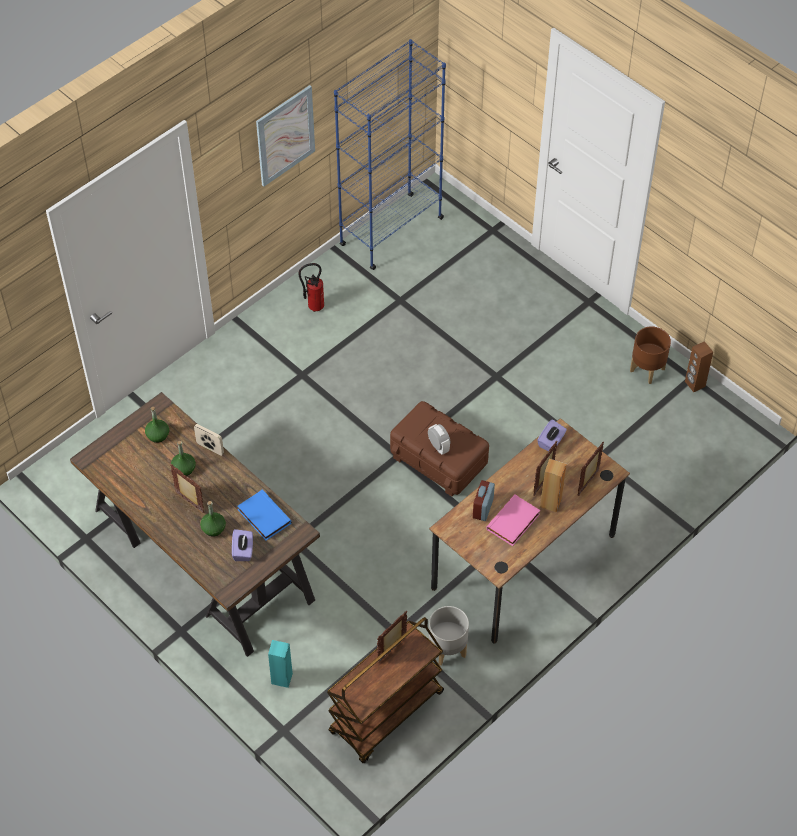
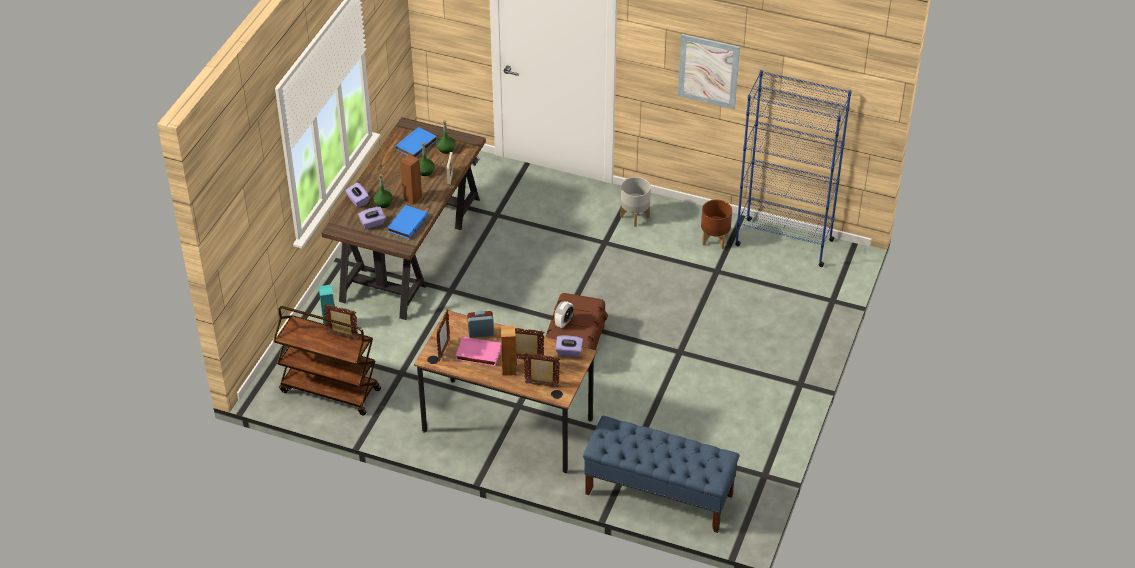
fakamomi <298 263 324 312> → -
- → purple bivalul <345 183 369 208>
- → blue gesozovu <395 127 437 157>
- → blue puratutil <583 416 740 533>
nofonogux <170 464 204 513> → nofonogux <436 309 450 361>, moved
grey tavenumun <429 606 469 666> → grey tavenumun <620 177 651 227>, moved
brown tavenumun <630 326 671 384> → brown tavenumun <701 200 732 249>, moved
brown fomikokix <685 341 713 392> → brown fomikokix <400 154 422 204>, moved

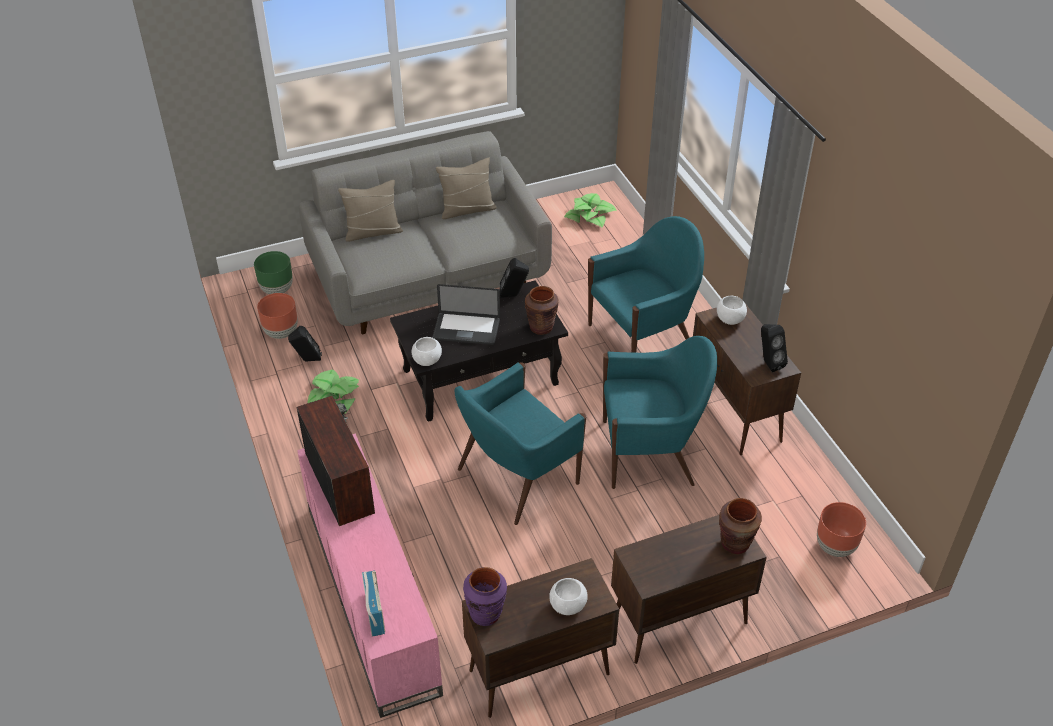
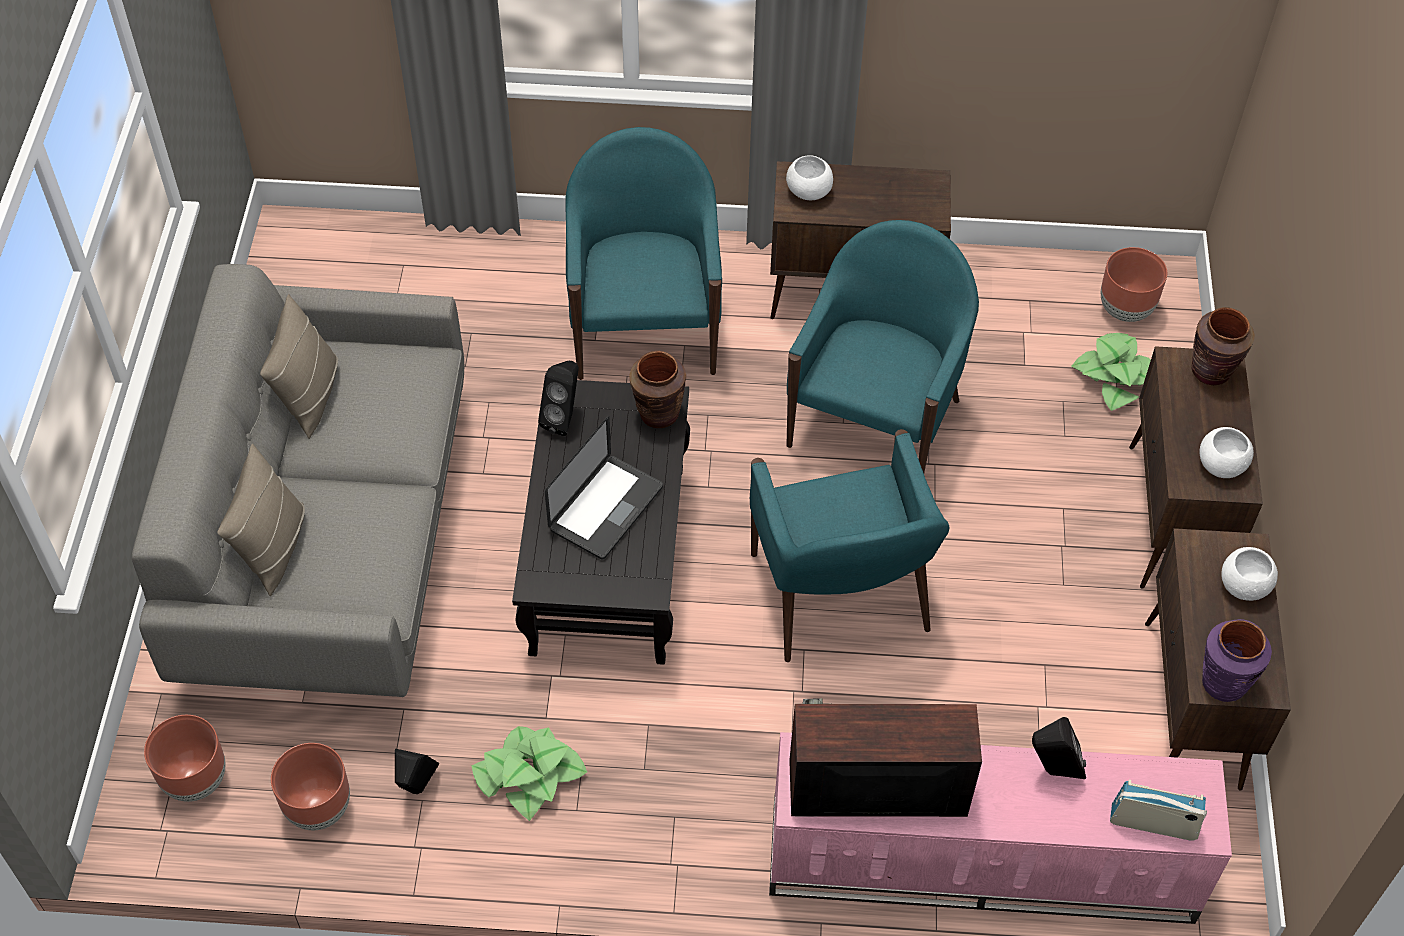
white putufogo <411 337 442 366> → white putufogo <1200 427 1254 478>, moved
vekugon <564 193 617 227> → vekugon <1071 333 1151 411>, moved
black fomikokix <761 324 788 372> → black fomikokix <1032 717 1086 779>, moved
green tavenumun <254 251 293 294> → brown tavenumun <144 715 225 802>

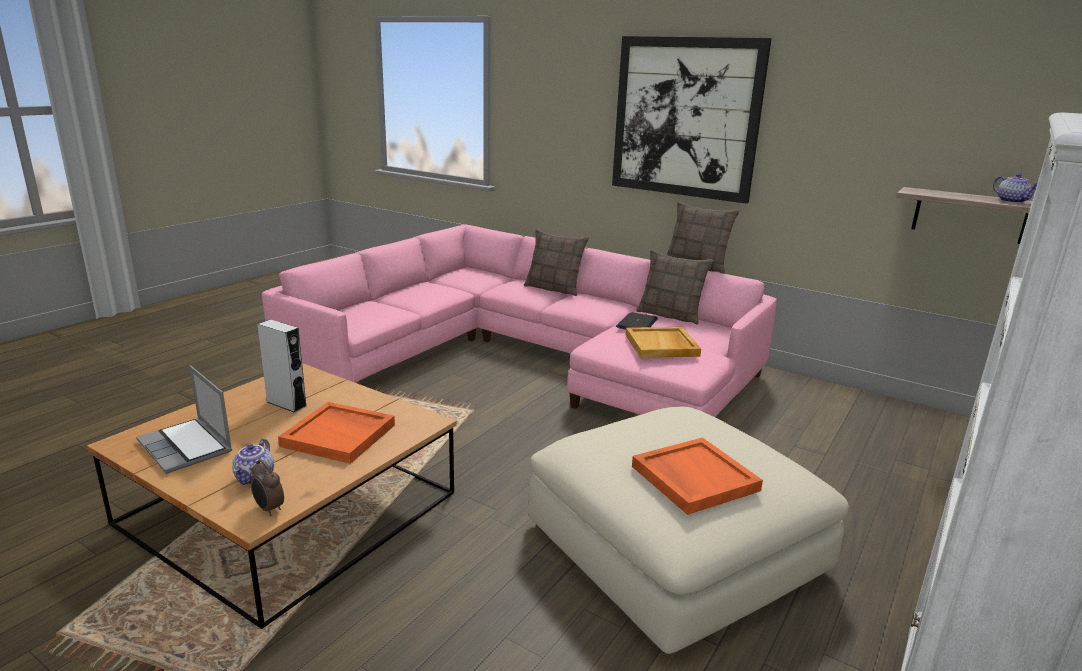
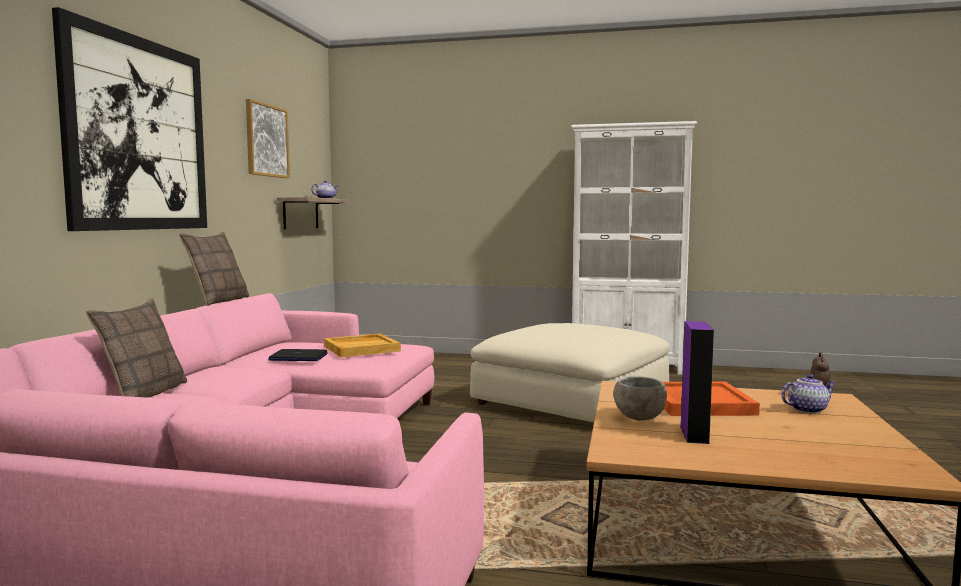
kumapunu <136 365 232 474> → -
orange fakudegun <632 437 763 515> → -
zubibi <636 249 713 324> → -
- → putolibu <246 99 290 178>
- → grey putufogo <613 376 667 421>
grey fomikokix <257 320 307 413> → purple fomikokix <680 321 714 444>

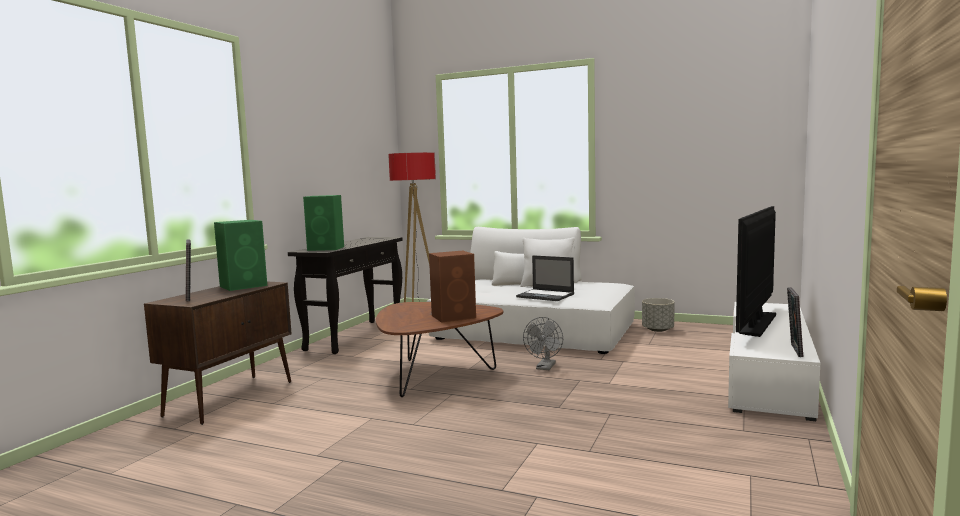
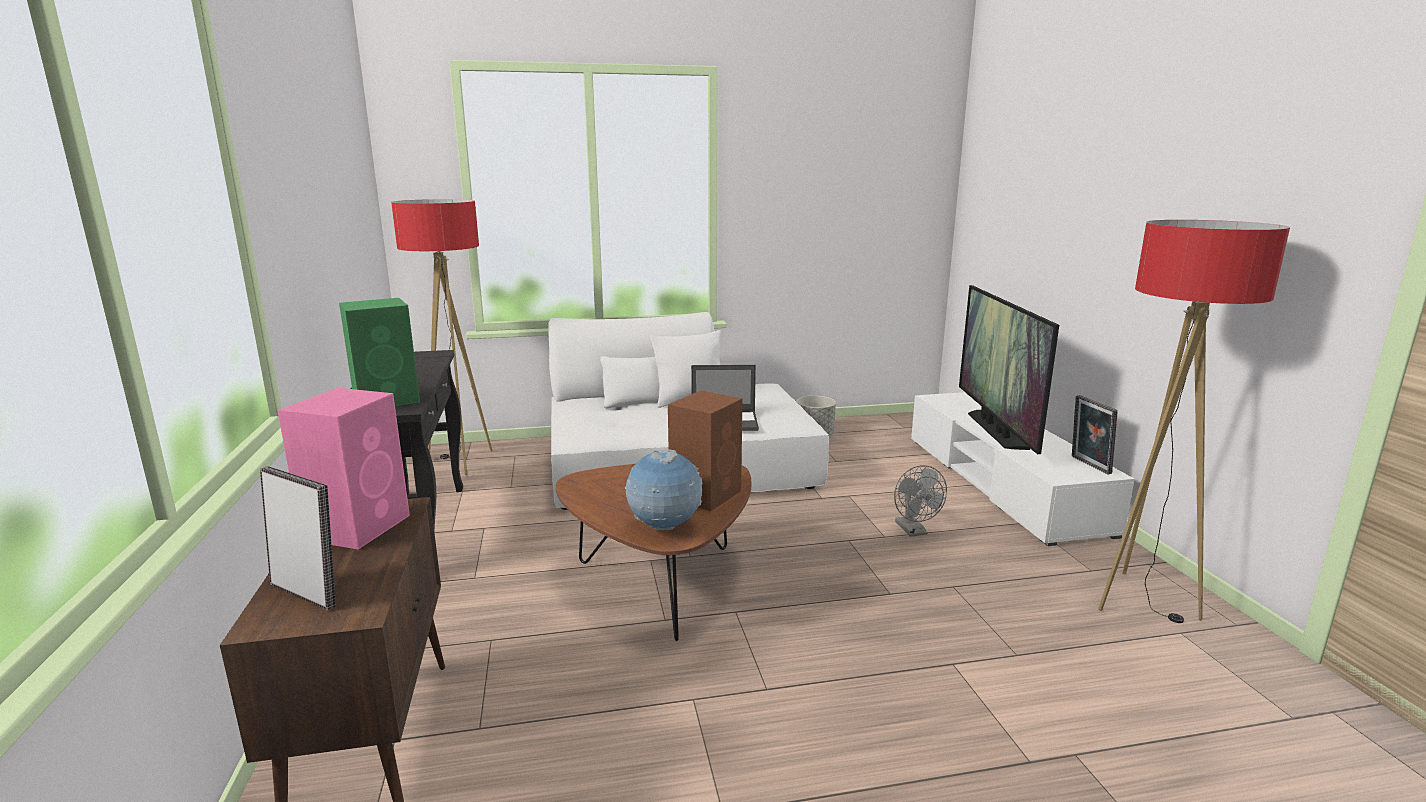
- → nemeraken <625 449 703 530>
- → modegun <1098 220 1290 623>
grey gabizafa <523 317 563 370> → grey gabizafa <894 465 947 537>, moved
green fomikokix <214 220 267 291> → pink fomikokix <278 388 410 550>

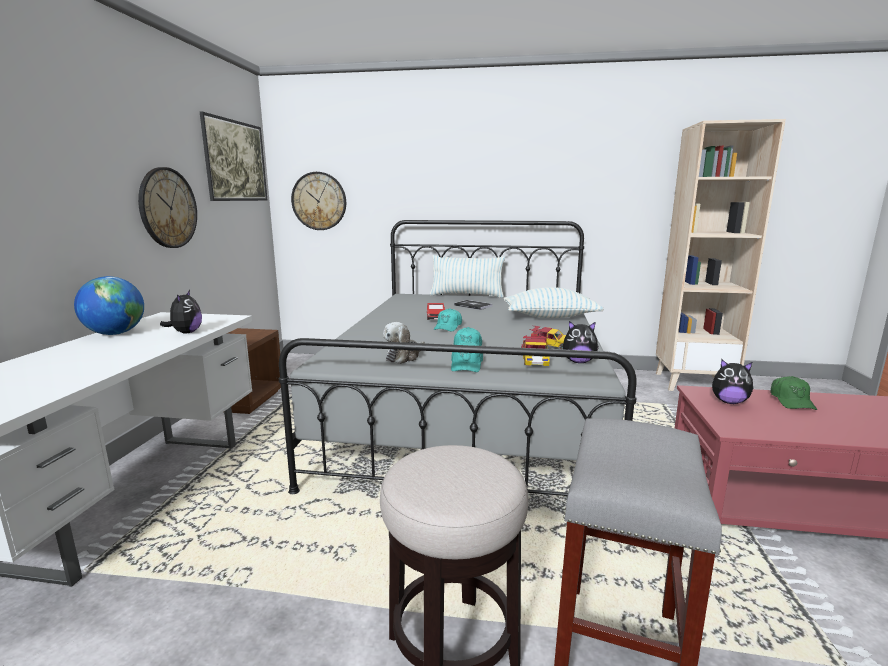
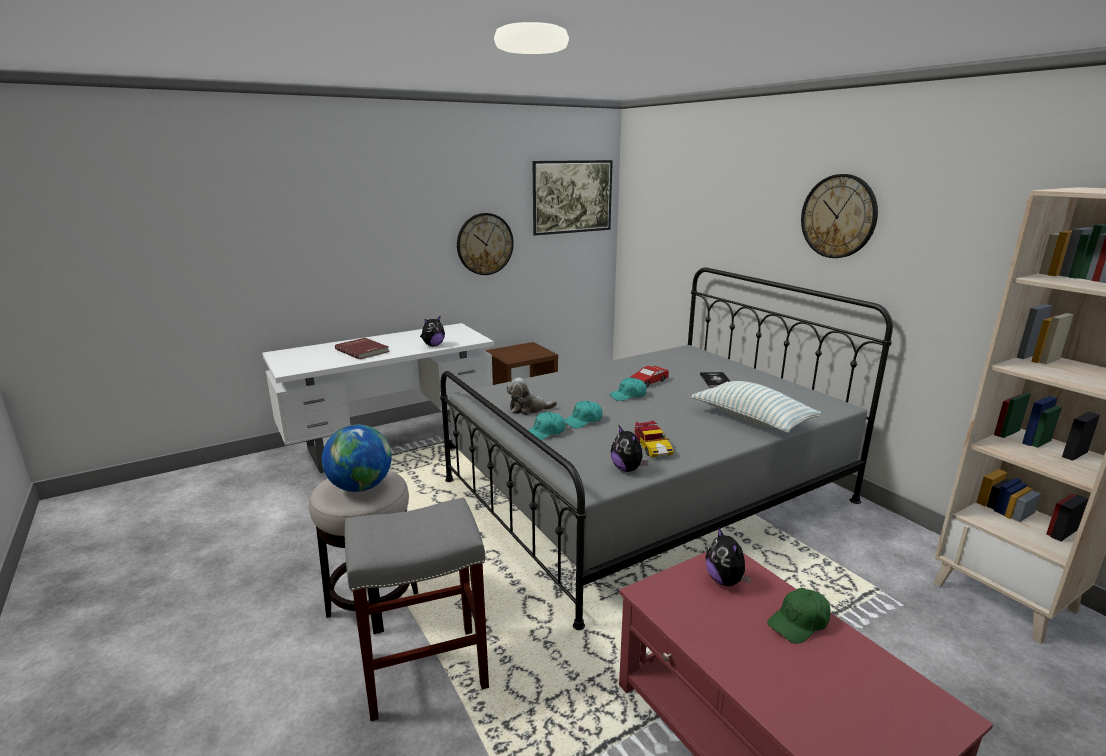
zubibi <430 255 505 298> → -
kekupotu <521 335 550 366> → -
- → red gesozovu <335 338 389 359>
nemeraken <74 276 144 335> → nemeraken <322 425 392 492>, moved
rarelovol <291 172 346 230> → rarelovol <801 174 878 258>, moved

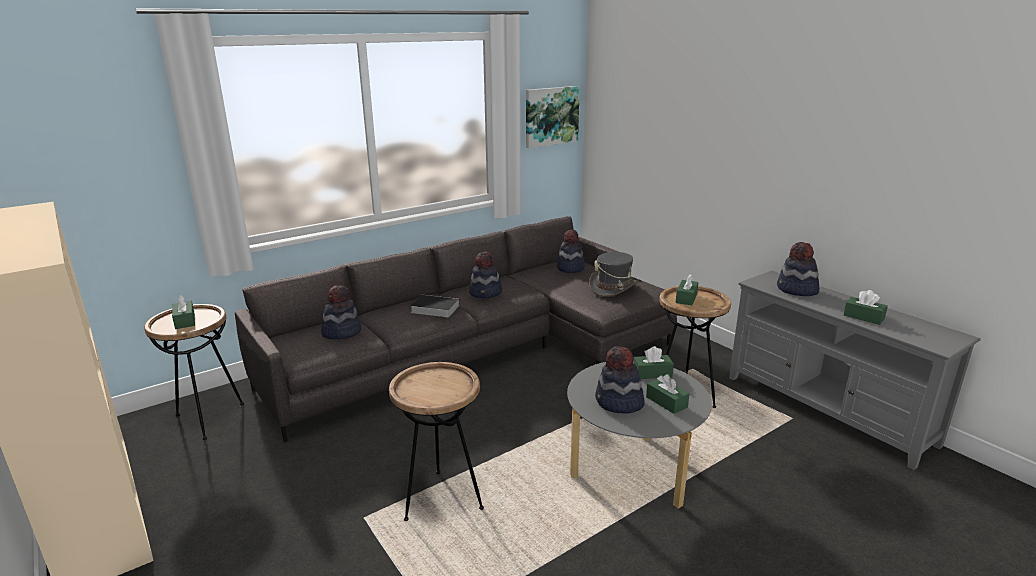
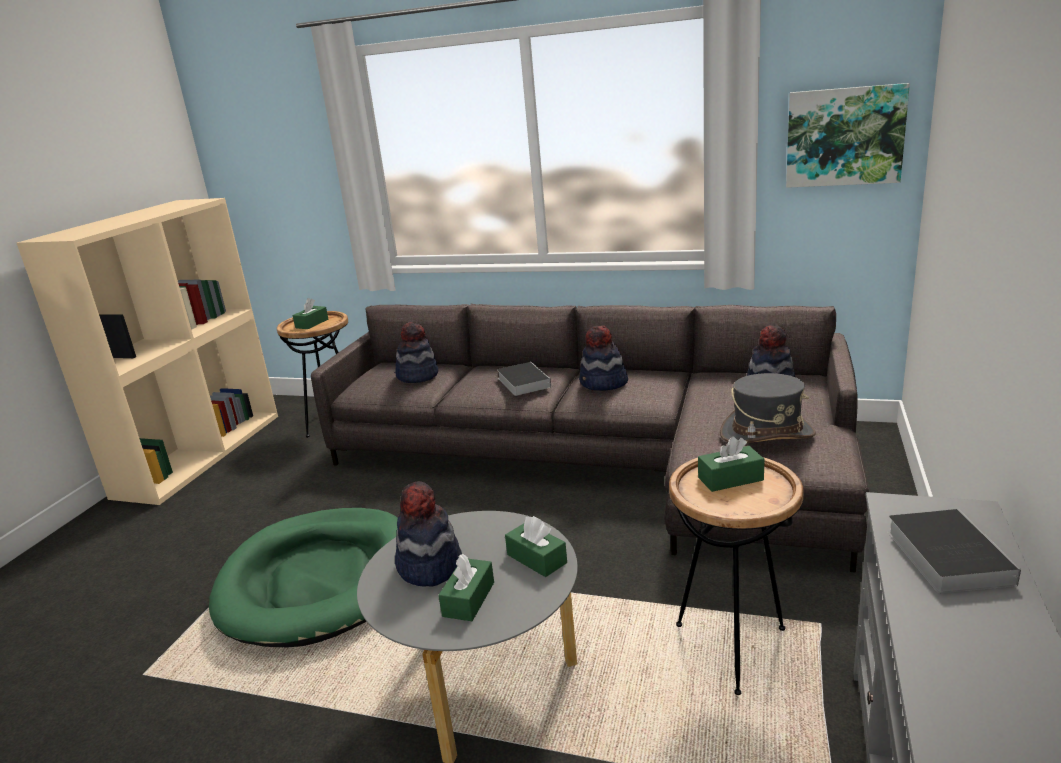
green bivalul <844 290 888 325> → -
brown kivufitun <389 362 484 521> → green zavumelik <209 508 398 647>
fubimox <777 242 819 296> → gesozovu <888 509 1021 594>

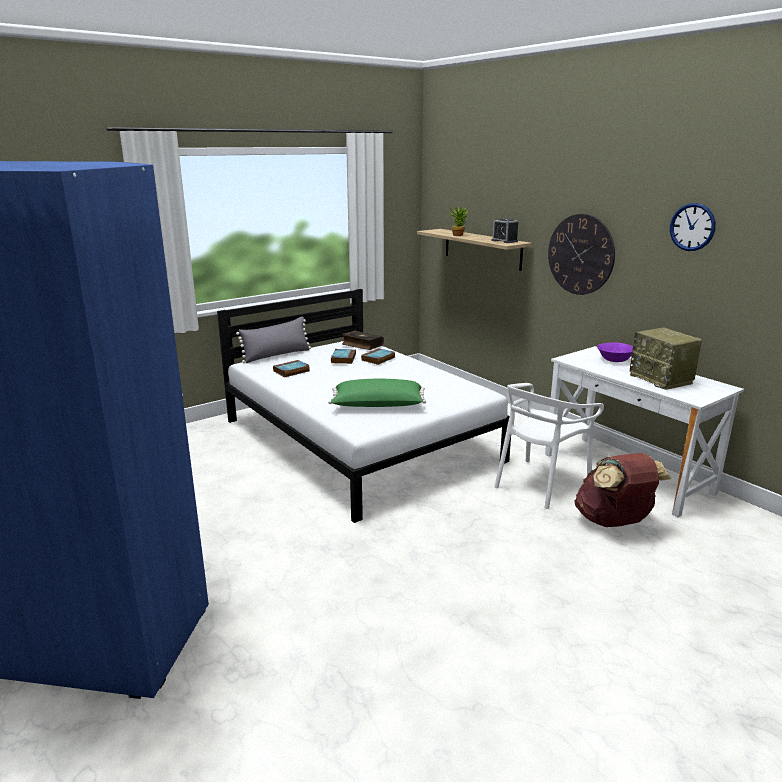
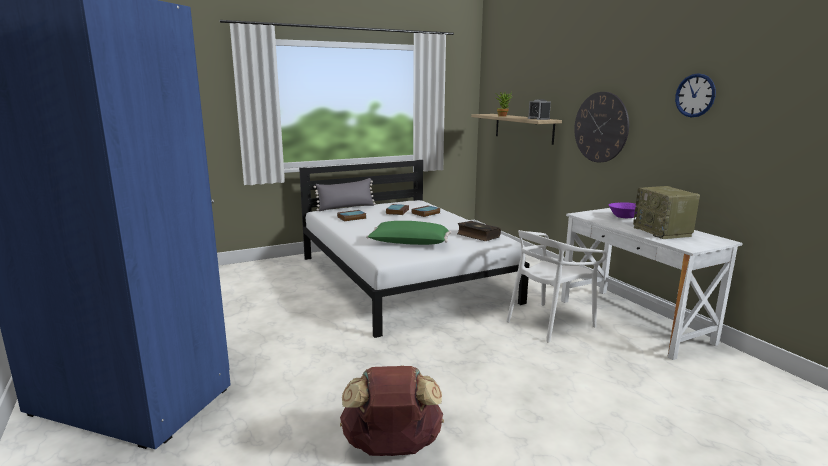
gesozovu <342 331 384 350> → gesozovu <457 221 501 241>, moved
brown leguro <575 453 671 527> → brown leguro <340 365 444 456>, moved

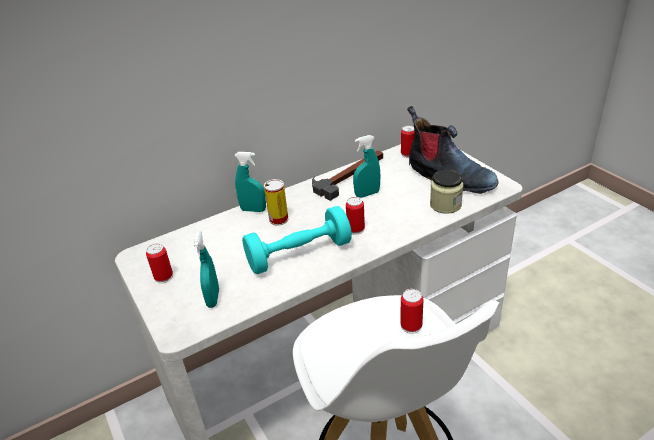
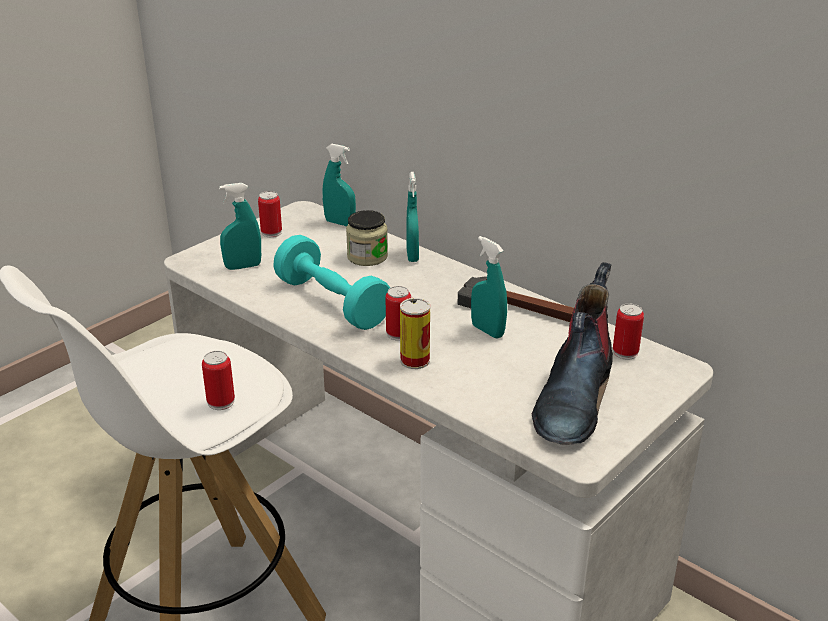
- → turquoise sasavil <323 144 356 226>
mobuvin <264 179 288 226> → mobuvin <400 298 430 369>, moved
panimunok <430 170 463 214> → panimunok <346 210 388 266>, moved

